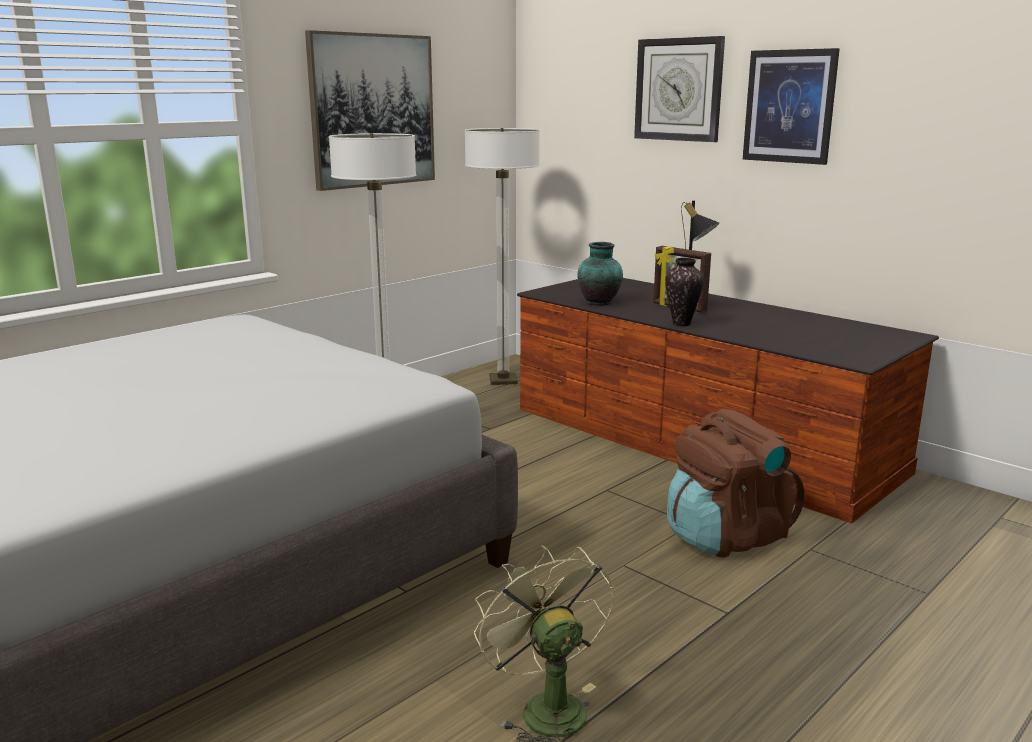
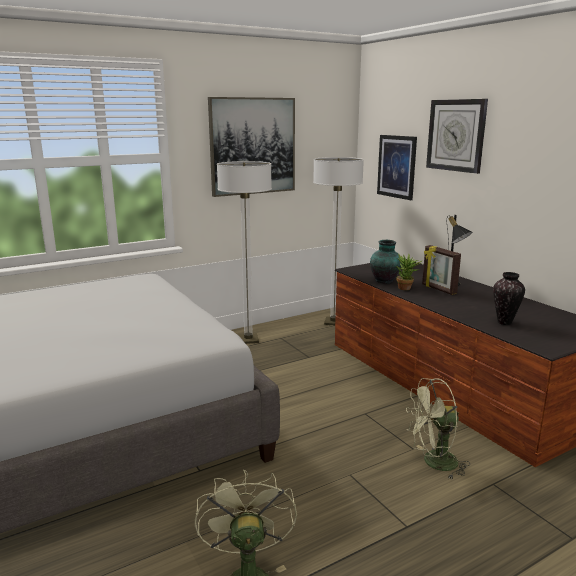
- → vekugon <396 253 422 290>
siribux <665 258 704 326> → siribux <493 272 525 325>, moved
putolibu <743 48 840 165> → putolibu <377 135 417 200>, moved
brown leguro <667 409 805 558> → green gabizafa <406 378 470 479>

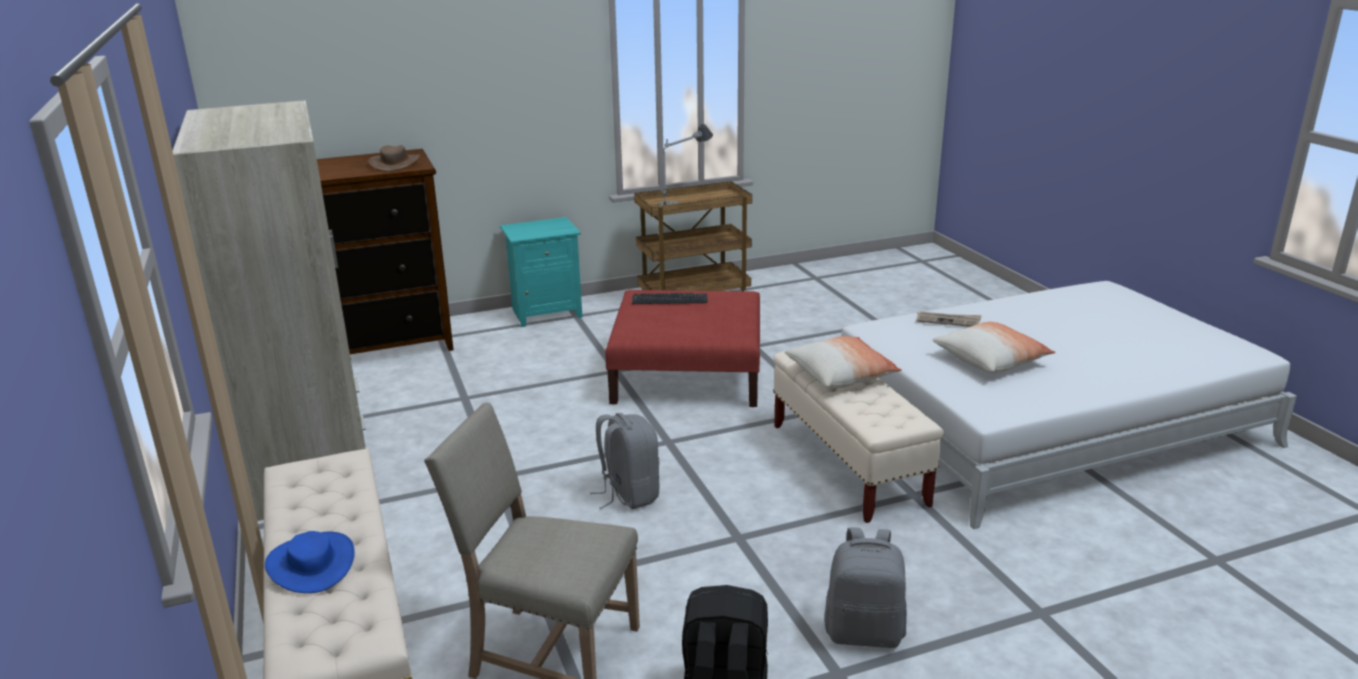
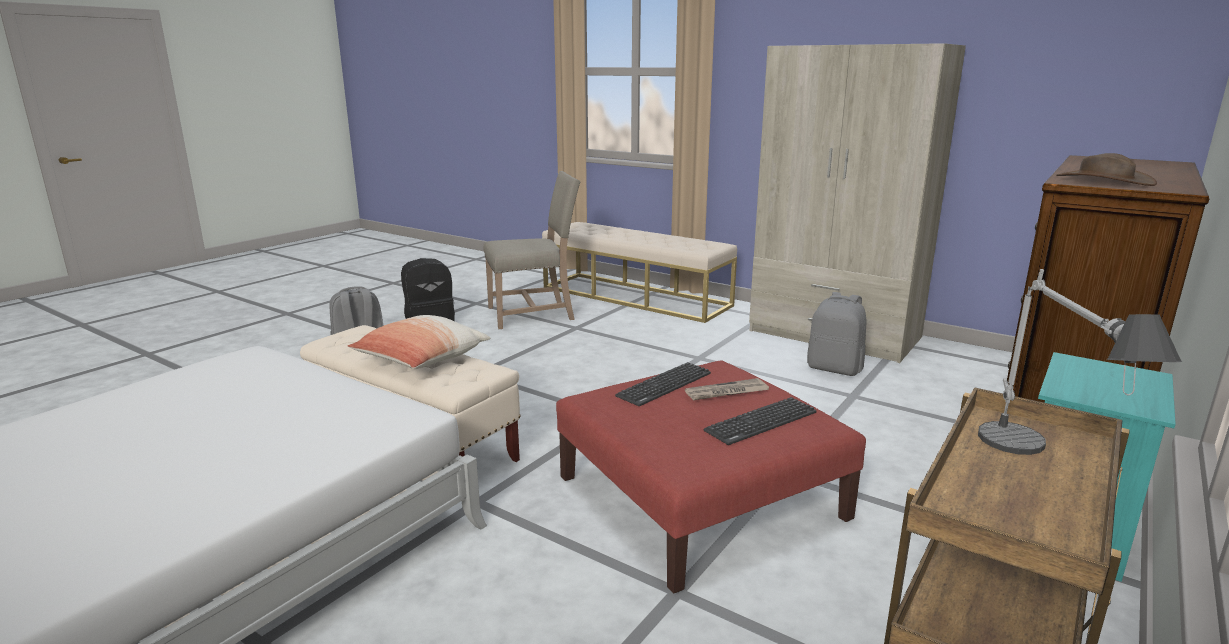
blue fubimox <265 531 355 593> → -
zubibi <933 322 1055 373> → -
- → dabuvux <615 362 711 406>
grey leguro <590 413 659 509> → grey leguro <807 292 866 376>, moved
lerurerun <916 311 982 327> → lerurerun <685 378 769 400>, moved

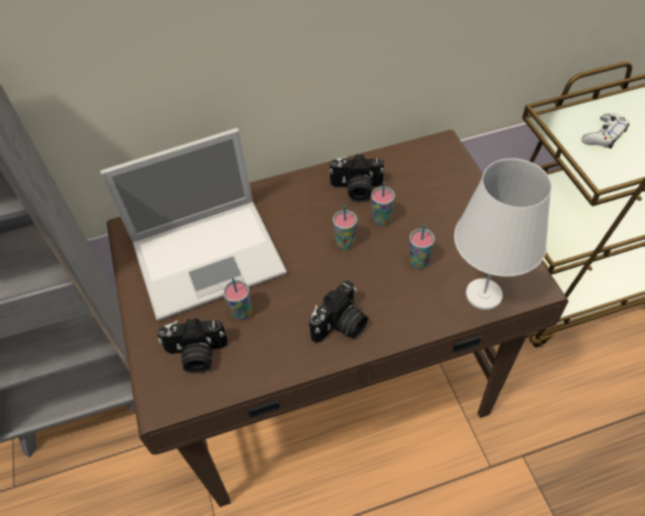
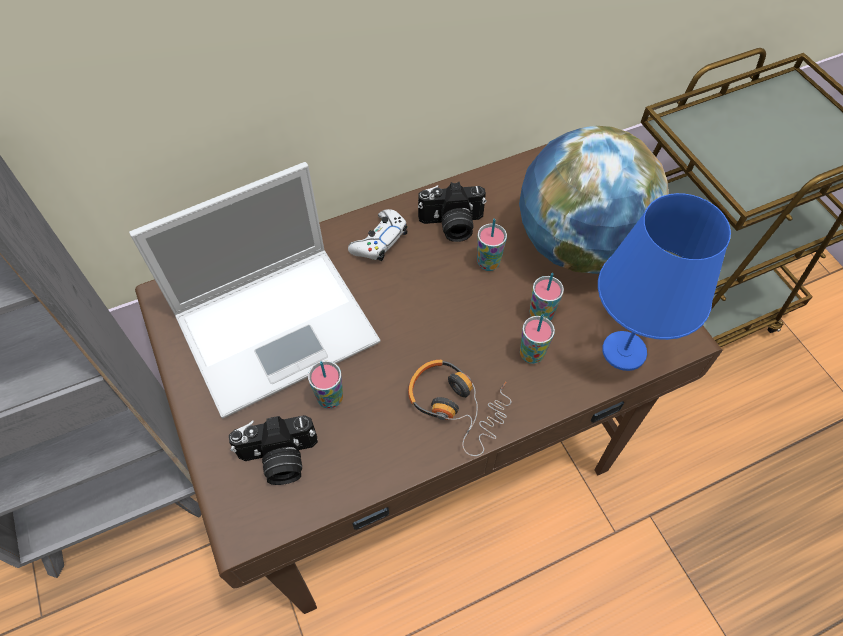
- → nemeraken <519 126 669 274>
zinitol <333 205 357 250> → zinitol <520 314 555 364>, moved
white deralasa <582 113 629 149> → white deralasa <348 209 408 261>, moved
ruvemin <309 280 368 343> → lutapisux <408 360 512 456>
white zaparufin <454 158 552 310> → blue zaparufin <598 193 731 371>

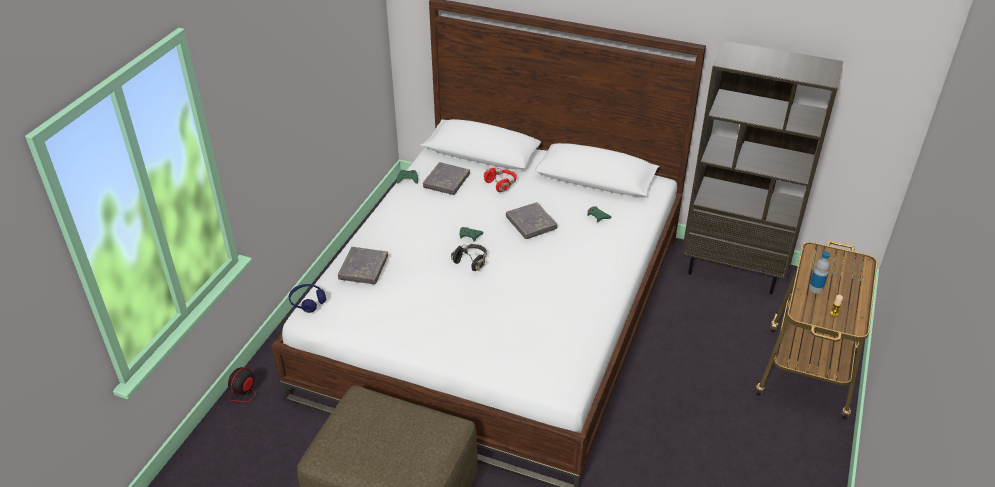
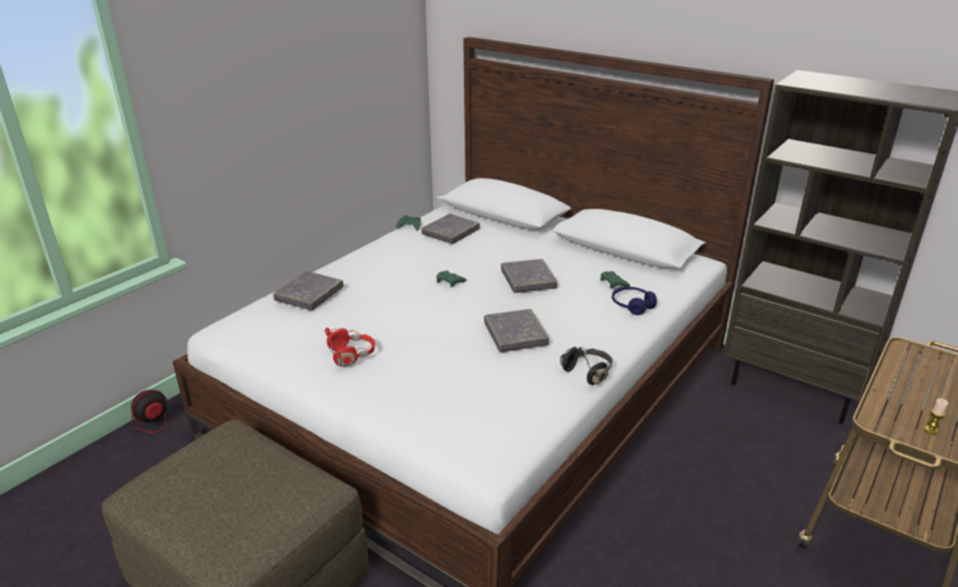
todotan <809 251 830 294> → -
- → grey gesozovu <484 309 549 352>
blue lutapisux <289 284 326 313> → blue lutapisux <612 287 657 315>, moved
black lutapisux <451 244 487 271> → black lutapisux <560 347 612 385>, moved
red lutapisux <484 168 517 192> → red lutapisux <325 328 375 366>, moved

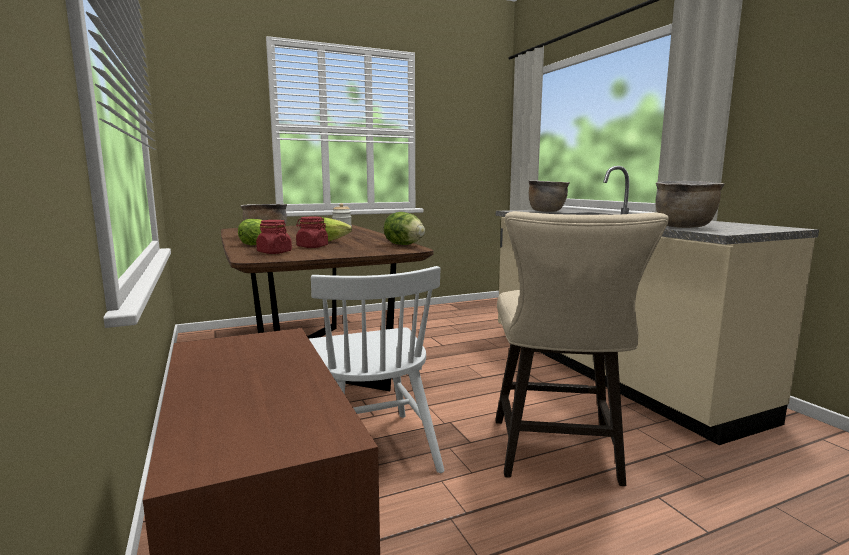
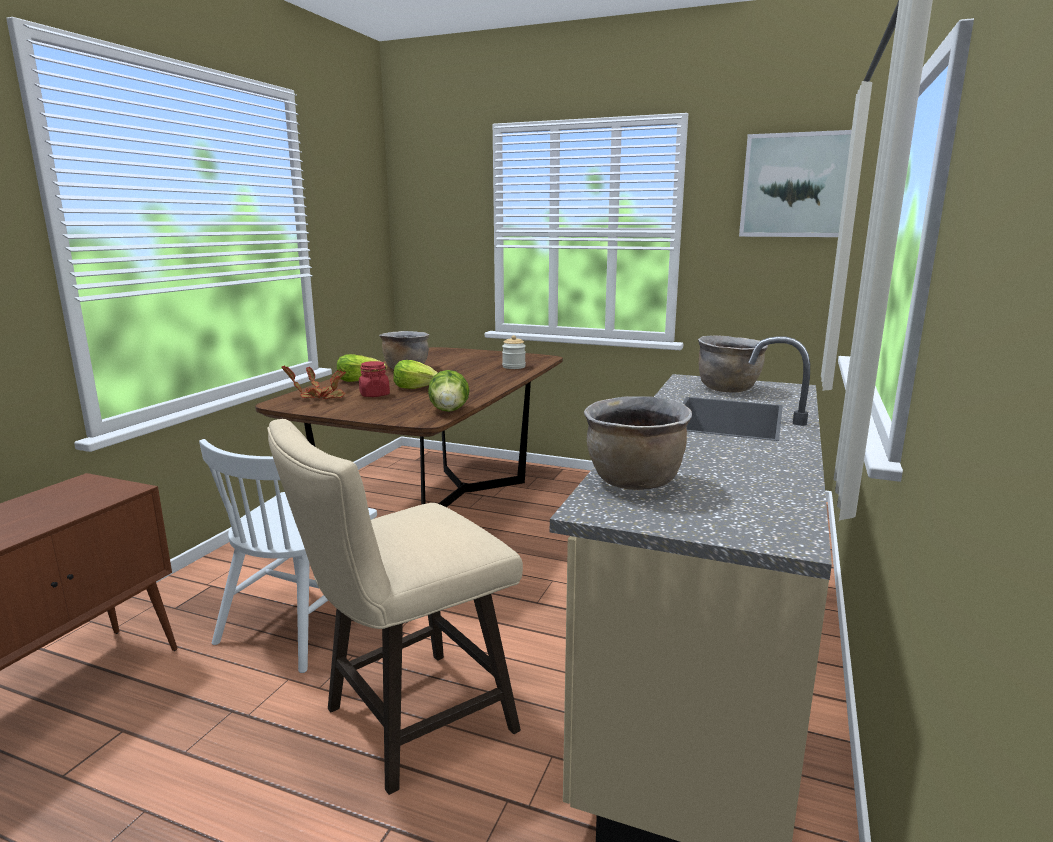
- → putolibu <739 130 852 237>
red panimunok <256 220 292 254> → vekugon <281 366 346 399>

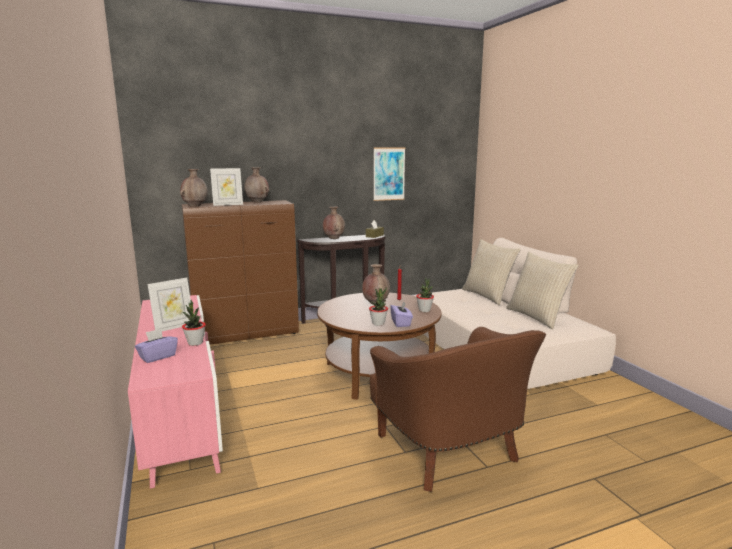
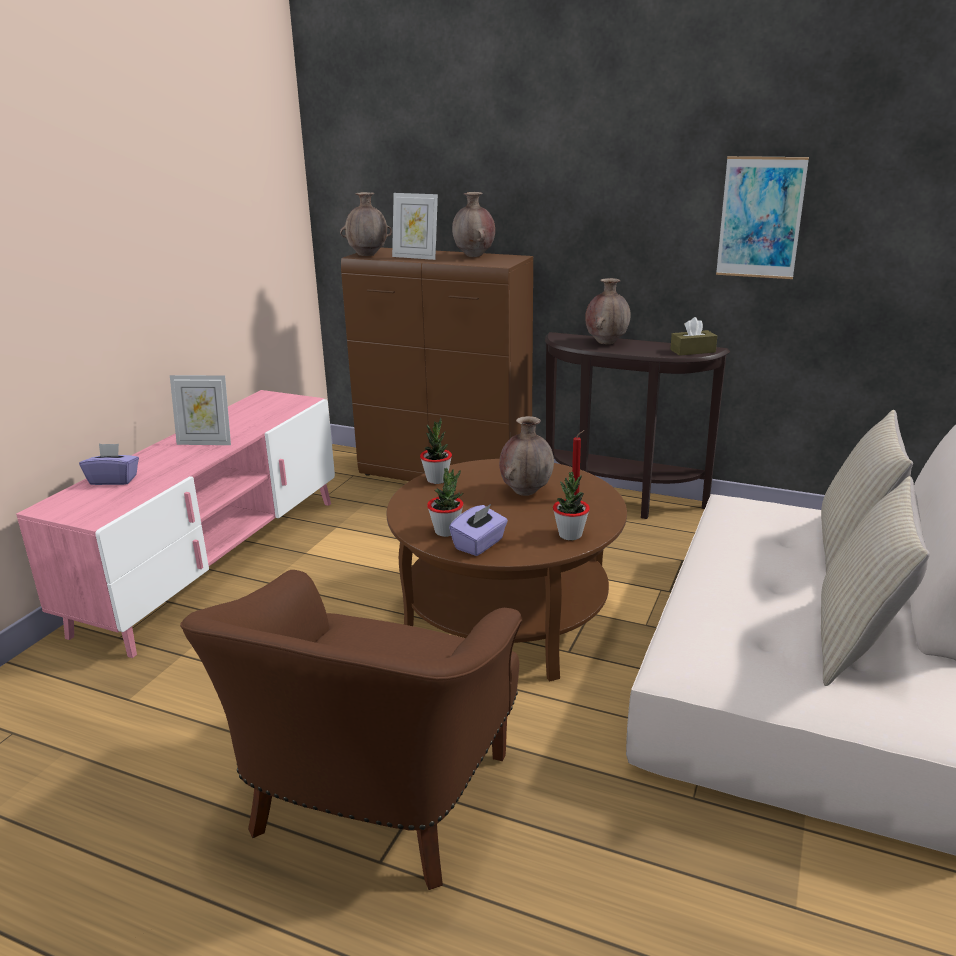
vekugon <182 300 206 346> → vekugon <420 418 452 484>, moved

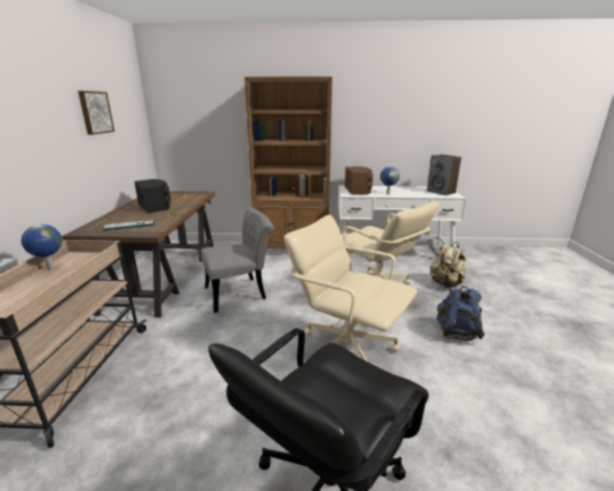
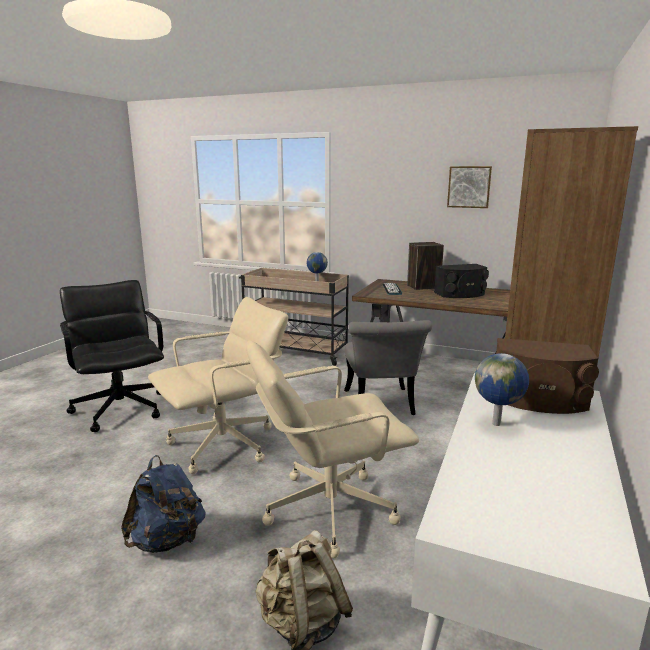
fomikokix <427 154 462 195> → fomikokix <407 242 444 290>, moved

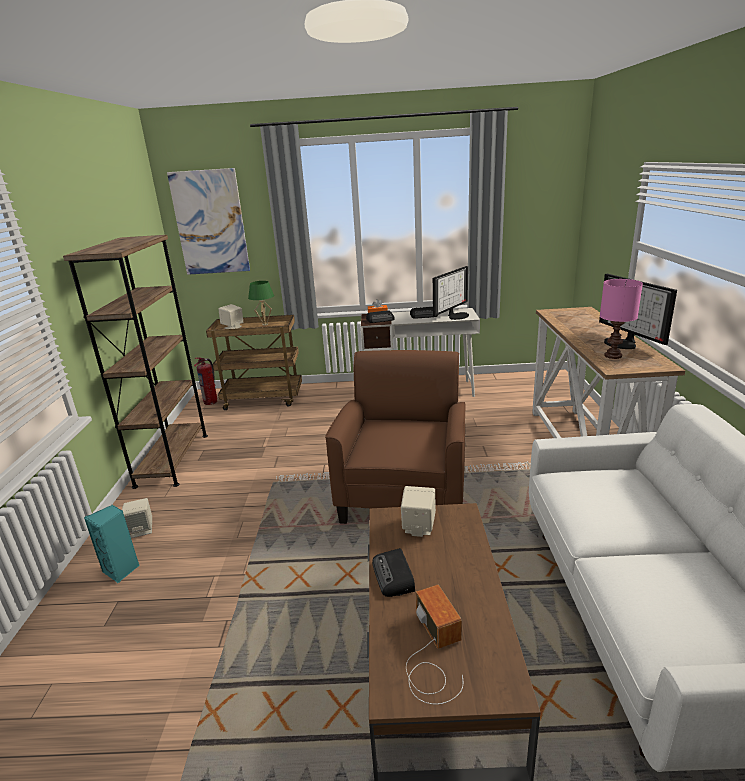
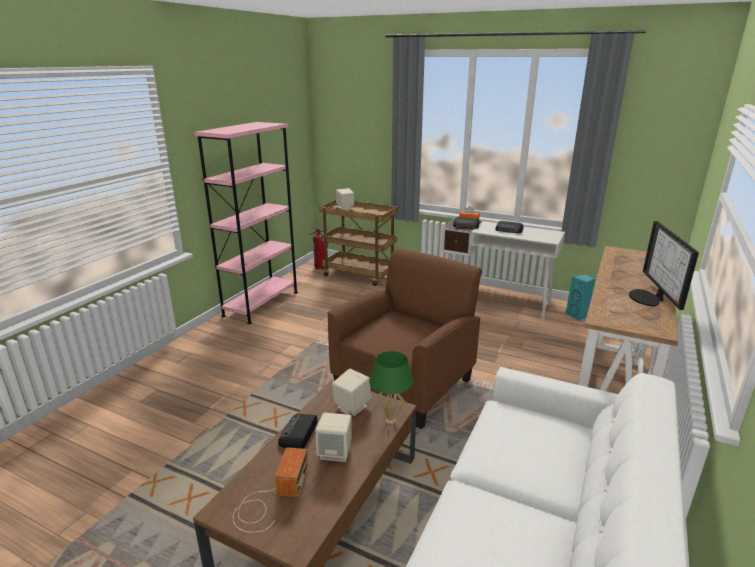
putolibu <167 168 250 275> → -
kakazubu <433 266 469 320> → -
pink zaparufin <600 279 643 359> → -
turquoise fomikokix <84 505 139 584> → turquoise fomikokix <566 274 596 321>, moved
beige fomikokix <122 498 152 538> → beige fomikokix <315 413 352 462>, moved
green zaparufin <248 281 274 325> → green zaparufin <369 351 414 424>, moved
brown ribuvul <63 235 208 489> → pink ribuvul <194 122 298 324>

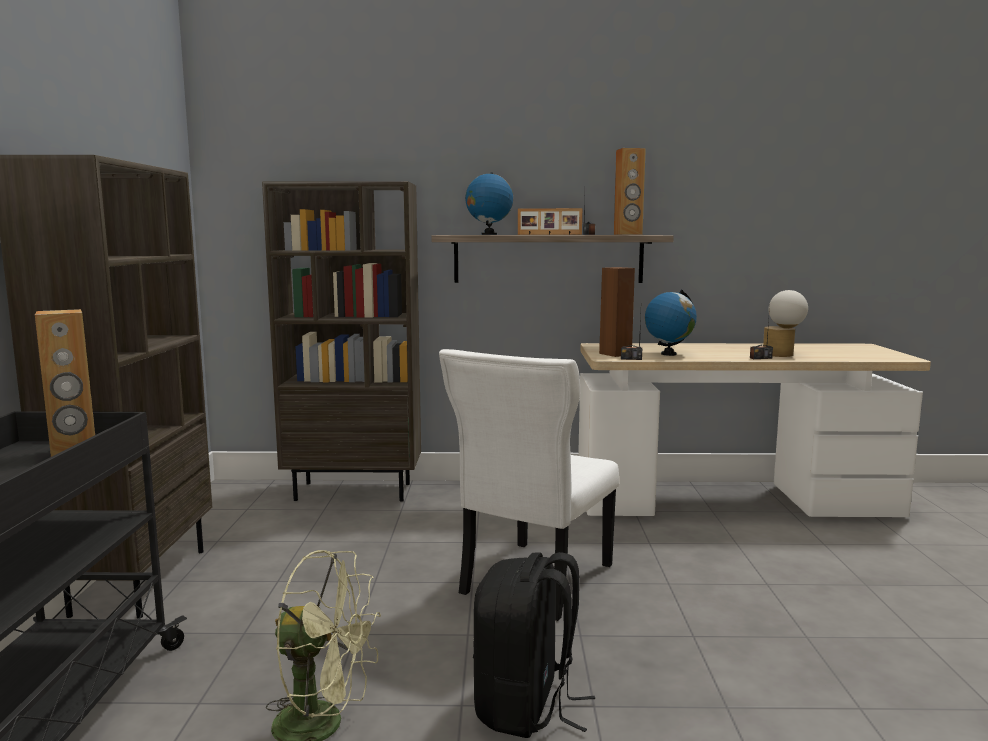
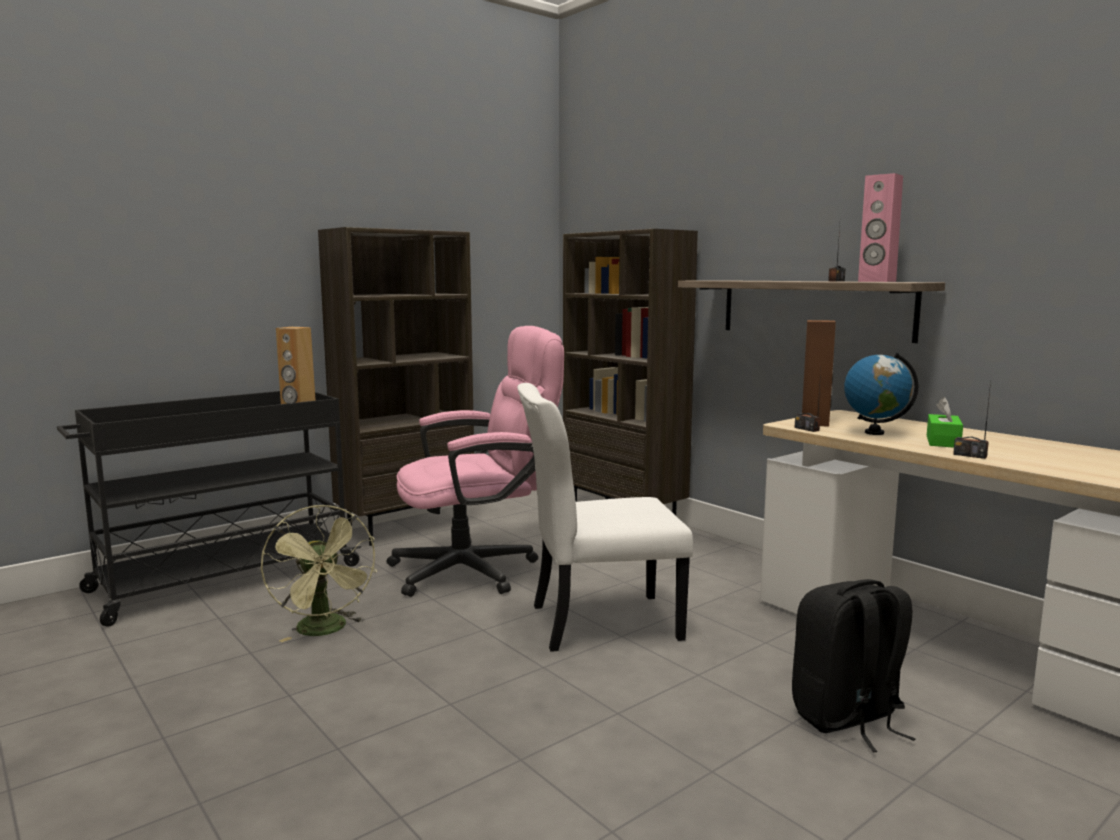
nemeraken <465 172 513 235> → -
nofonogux <518 208 582 235> → -
zaparufin <763 290 808 357> → -
- → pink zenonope <387 326 564 597>
- → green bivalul <927 397 963 448>
black leguro <473 552 595 738> → black leguro <792 579 916 752>, moved
brown fomikokix <614 148 646 235> → pink fomikokix <858 173 903 282>

